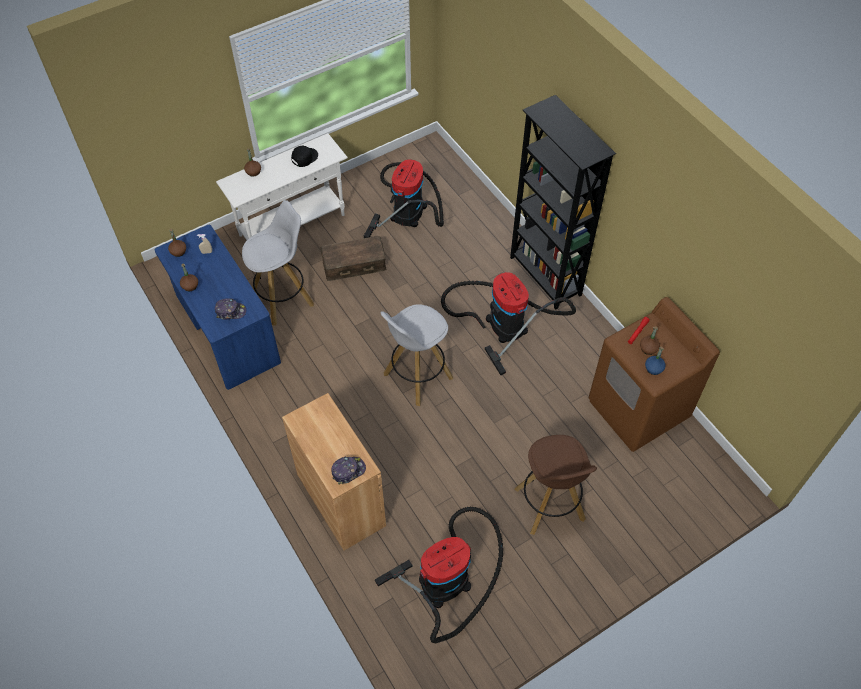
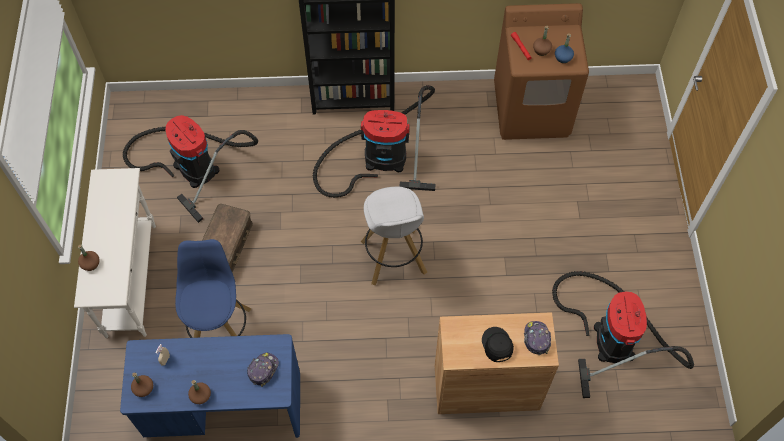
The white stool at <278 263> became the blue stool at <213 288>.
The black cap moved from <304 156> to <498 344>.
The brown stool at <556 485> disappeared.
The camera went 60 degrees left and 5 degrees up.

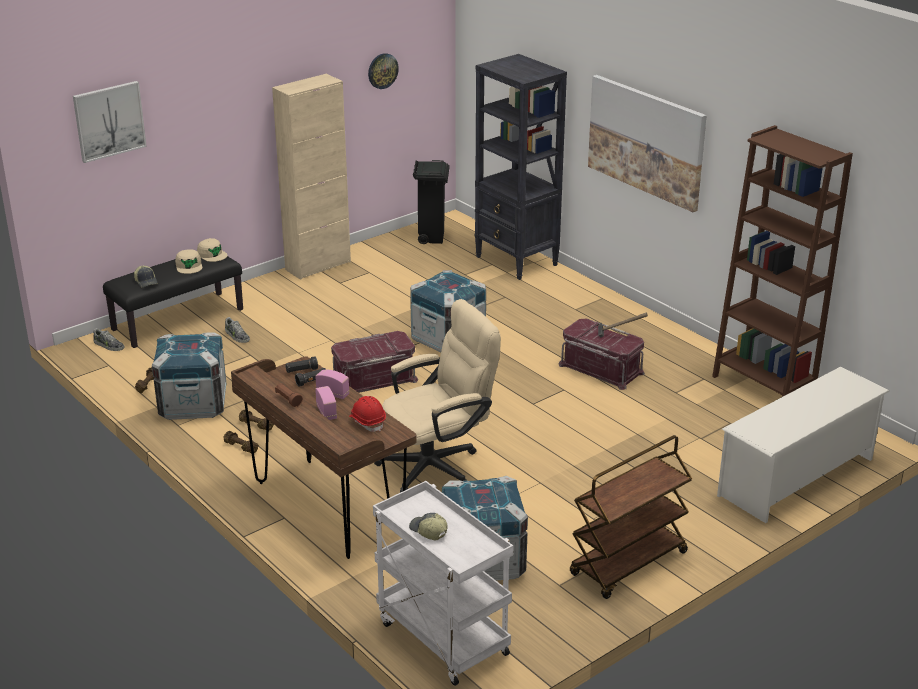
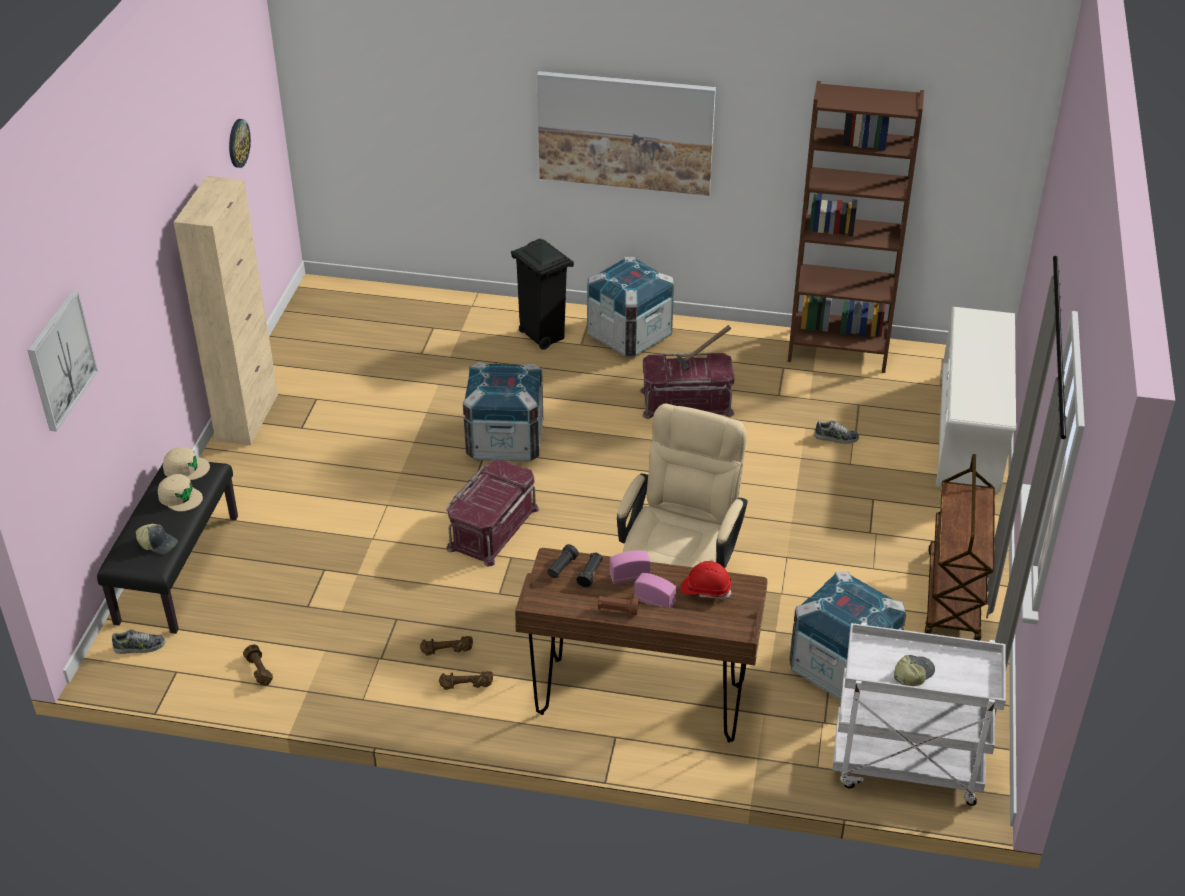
The crate moved from <189 376> to <630 307>.
The shoe moved from <237 330> to <836 432>.
The cap at <428 527> turned 135 degrees clockwise.
The black trash can moved from <431 202> to <542 294>.
The black bookcase at <521 167> disappeared.
The camera went 40 degrees left and 10 degrees up.

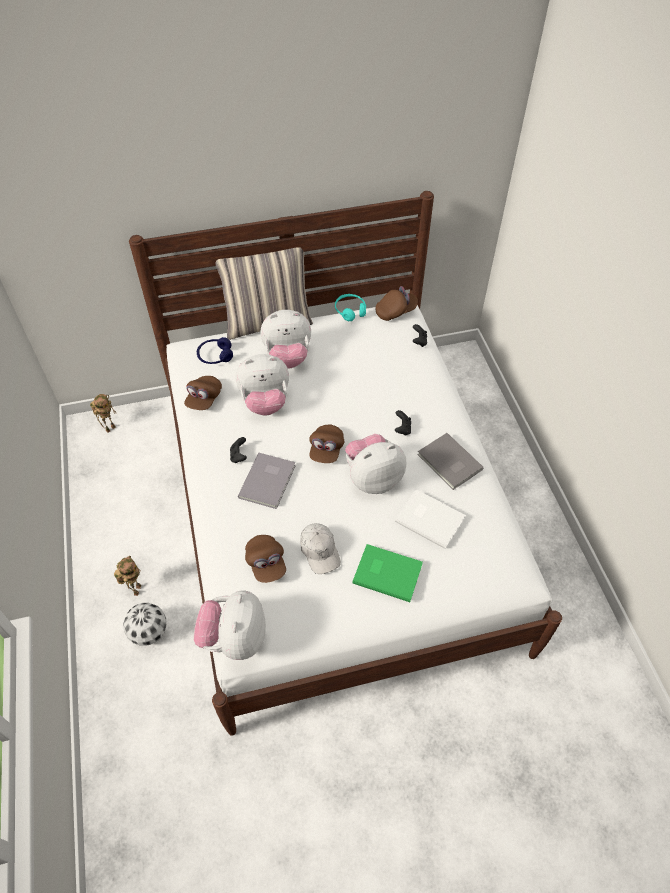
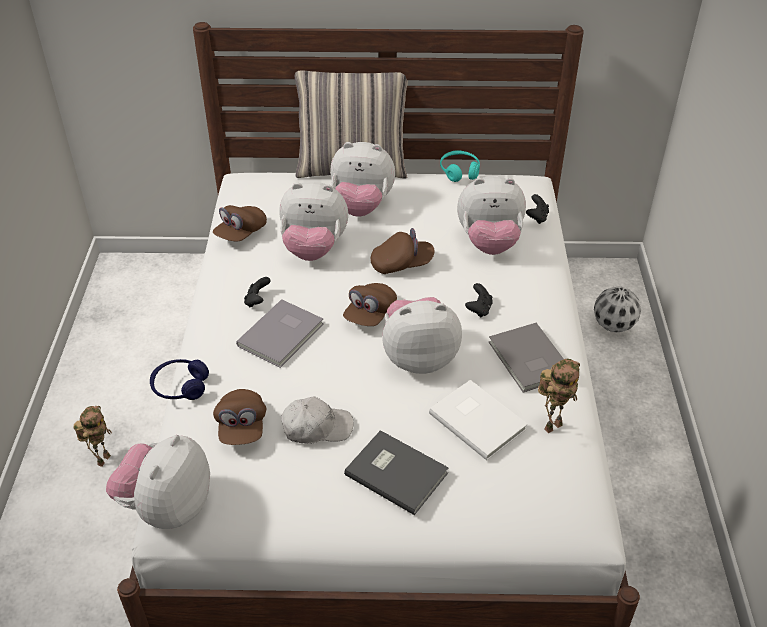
The toy robot moved from <103 413> to <559 396>.
The football moved from <145 624> to <617 309>.
The blue headphones moved from <215 350> to <179 379>.
The white cap at <320 548> turned 90 degrees counterclockwise.
The green book at <387 573> became the grey book at <396 472>.
The brown cap moved from <397 303> to <402 251>.
The plush toy at <491 215> appeared.
The camera went 15 degrees right and 10 degrees down.

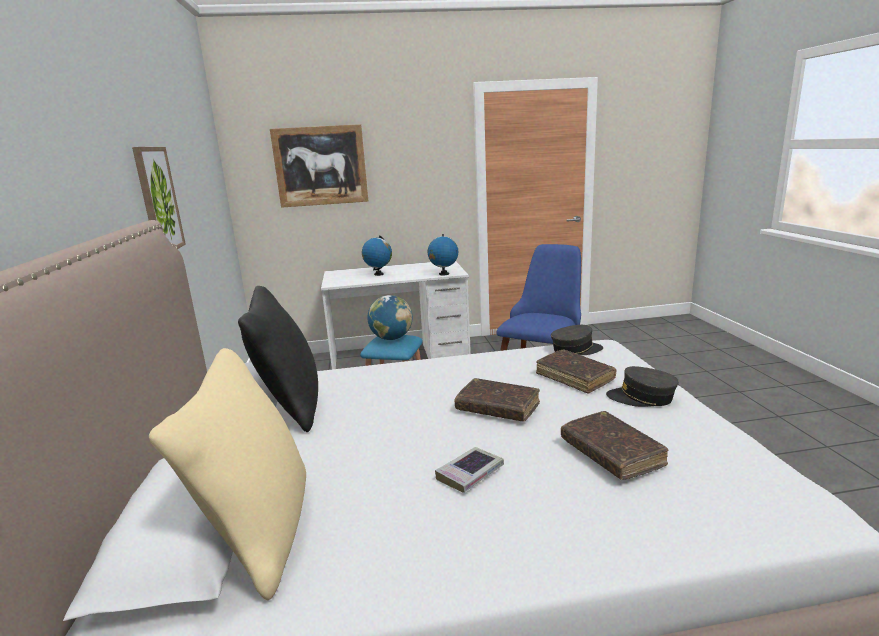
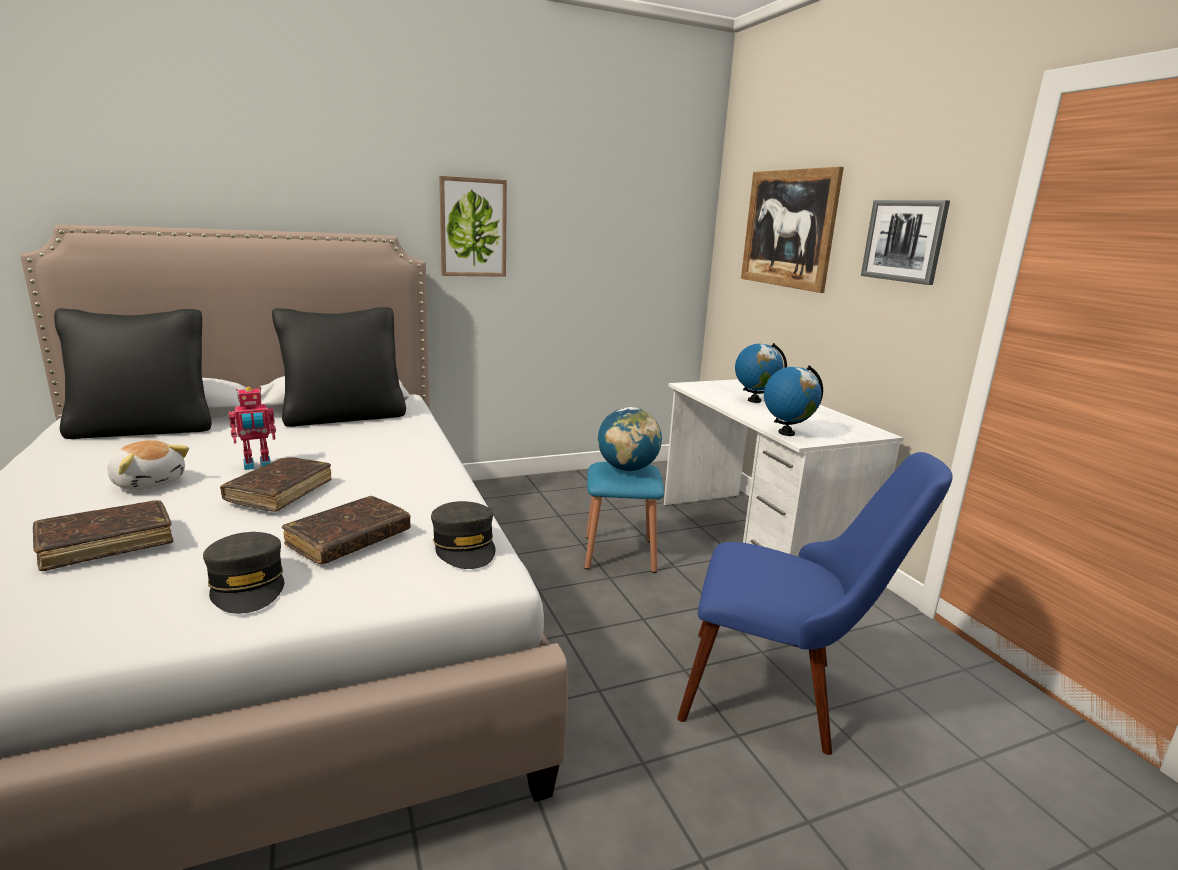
The beige pillow at <227 474> became the black pillow at <133 373>.
The book at <469 470> was replaced by the plush toy at <148 465>.
The grey cap at <642 386> turned 150 degrees clockwise.
The toy robot at <252 428> appeared.
The picture at <905 242> appeared.
The camera went 75 degrees right and 0 degrees up.

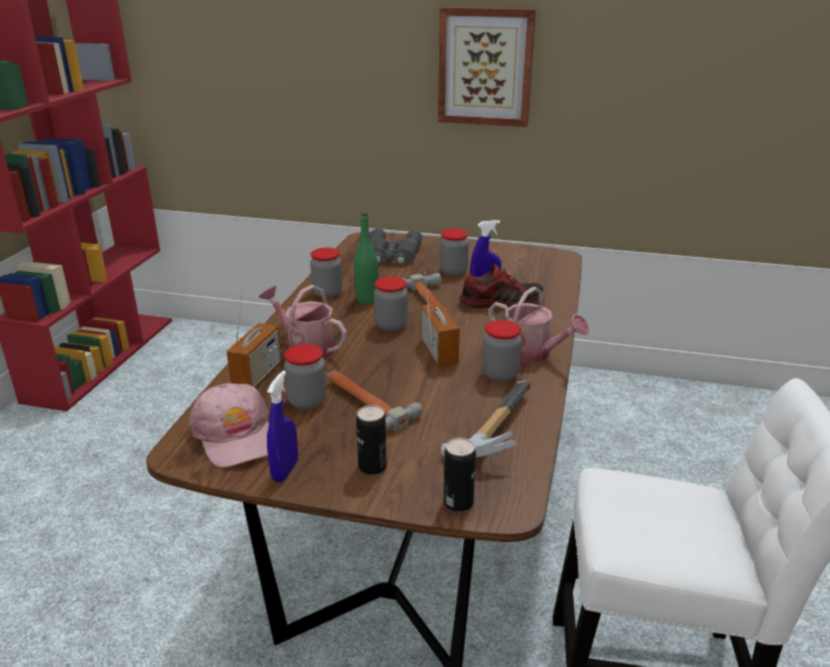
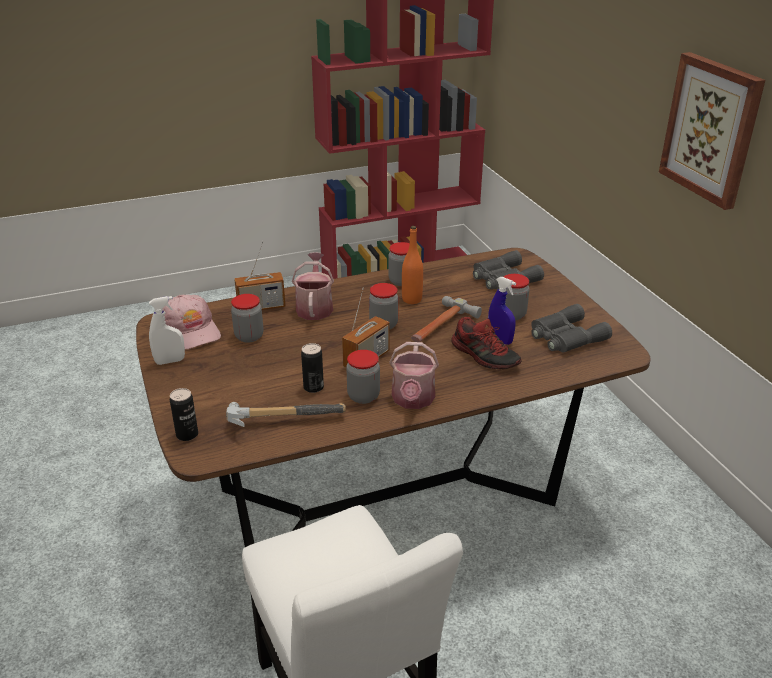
The pink cap at <229 425> turned 60 degrees counterclockwise.
The blue spray bottle at <282 426> became the white spray bottle at <167 330>.
The hammer at <374 400> disappeared.
The green bottle at <366 258> became the orange bottle at <412 265>.
The can moved from <371 440> to <312 368>.
The grey binoculars at <571 328> appeared.
The camera went 55 degrees right and 5 degrees up.

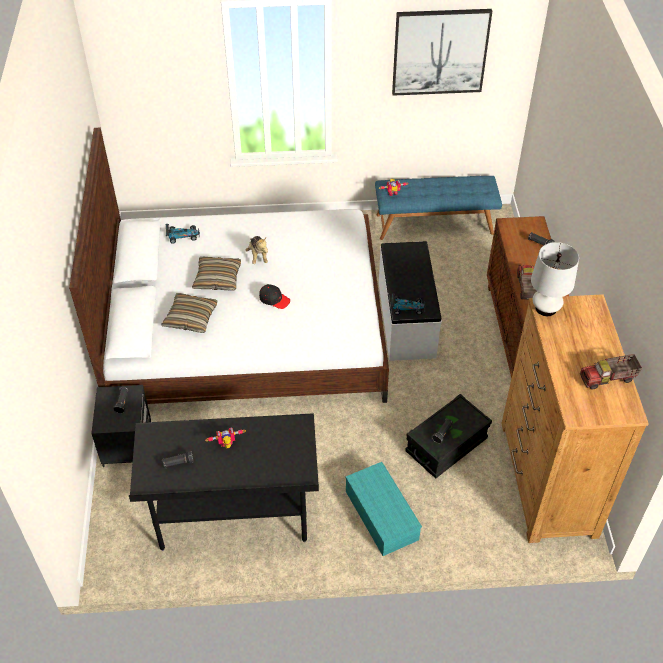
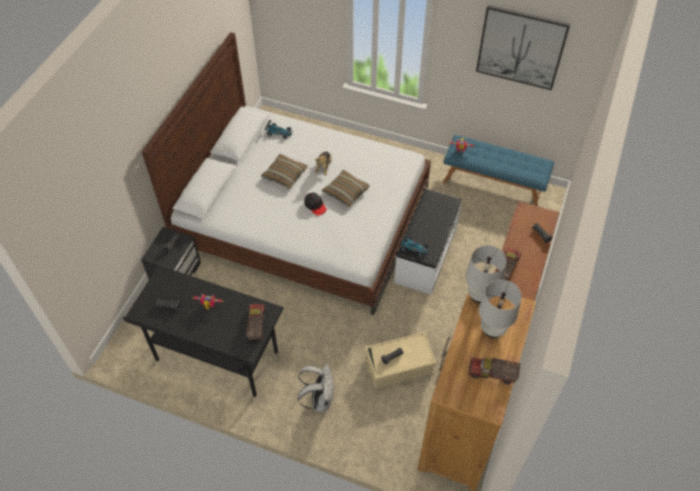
The pillow moved from <189 313> to <346 188>.
The turquoise storage box at <384 509> was replaced by the white backpack at <316 388>.
The black storage box at <448 436> became the beige storage box at <400 360>.
The toy truck at <255 321> appeared.
The white table lamp at <500 309> appeared.
The camera went 25 degrees right and 5 degrees up.

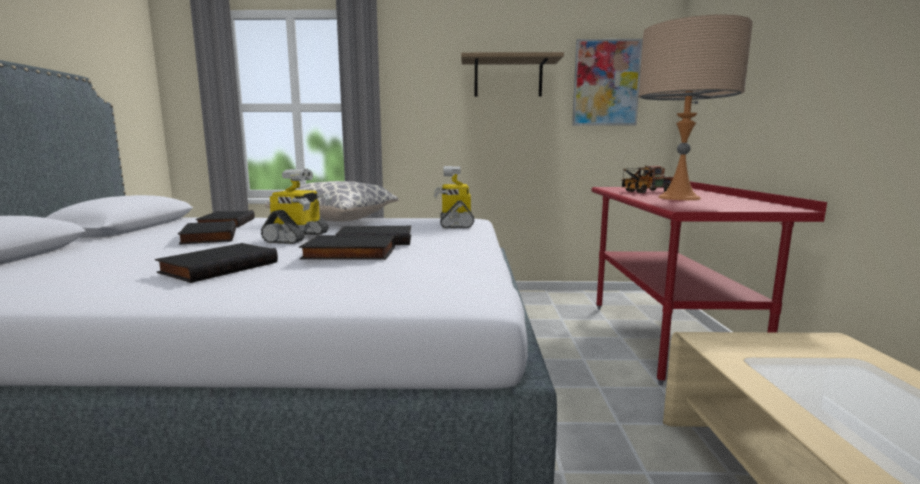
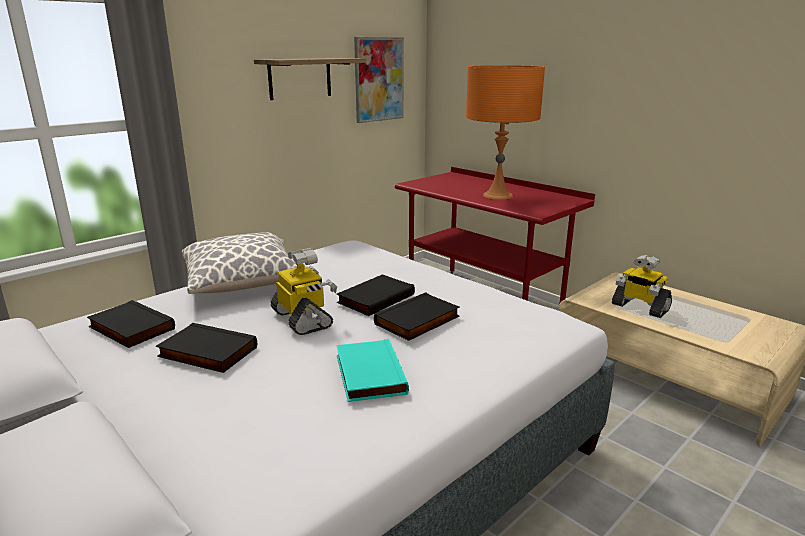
The black book at <216 263> became the turquoise book at <372 370>.
The toy robot moved from <453 197> to <642 286>.
The toy truck at <647 179> disappeared.
The beige table lamp at <695 107> became the orange table lamp at <505 132>.
The camera went 45 degrees left and 10 degrees up.

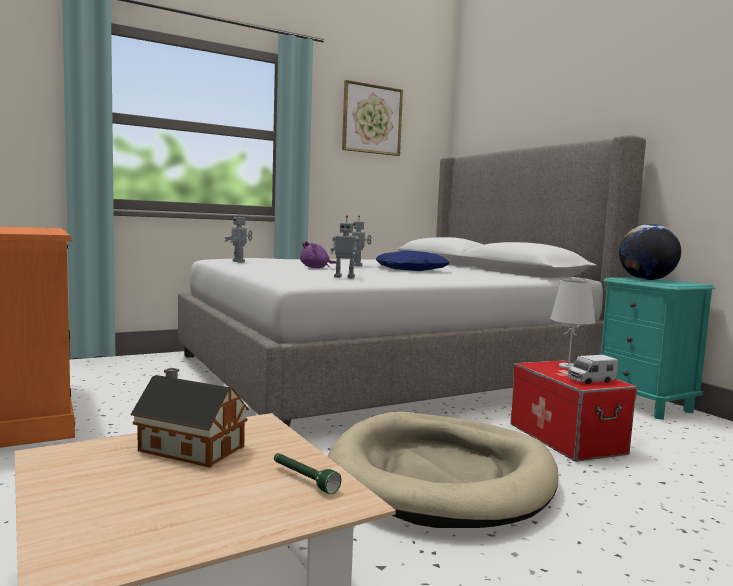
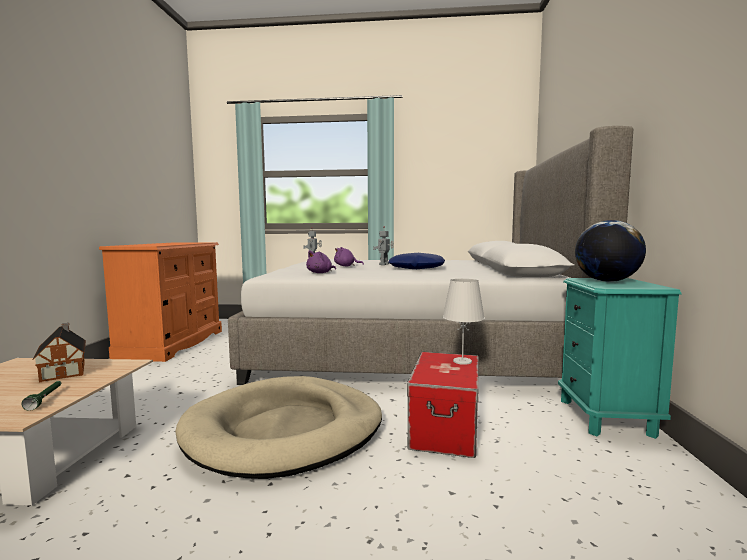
The toy robot at <345 247> was replaced by the purple plush toy at <321 261>.
The picture at <372 118> disappeared.
The toy truck at <593 370> disappeared.
The camera went 35 degrees right and 0 degrees up.

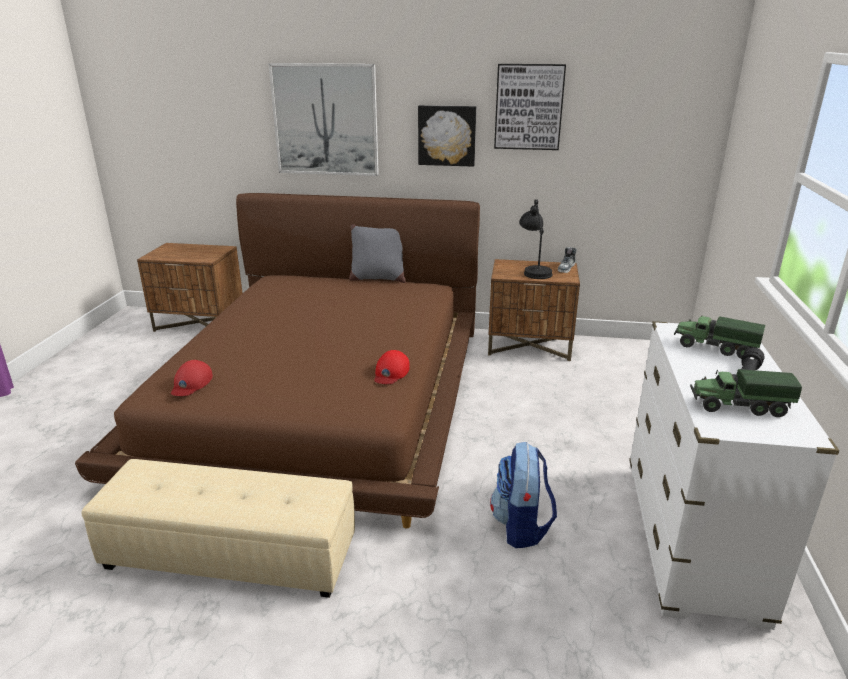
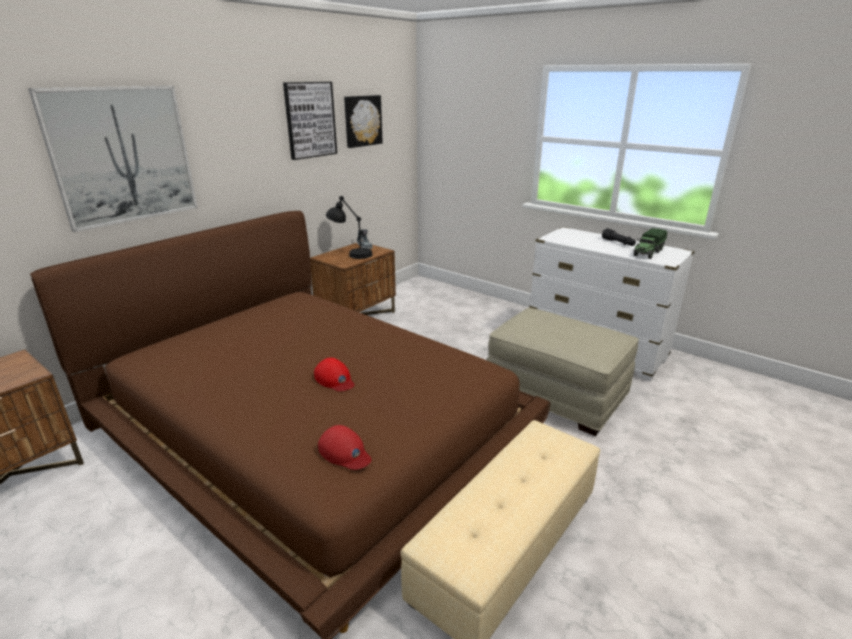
The grey pillow at <377 253> disappeared.
The red cap moved from <392 367> to <334 374>.
The picture moved from <447 136> to <363 121>.
The backpack at <523 495> was replaced by the beige ottoman at <563 372>.
The toy truck at <719 337> disappeared.
The camera went 60 degrees left and 0 degrees up.

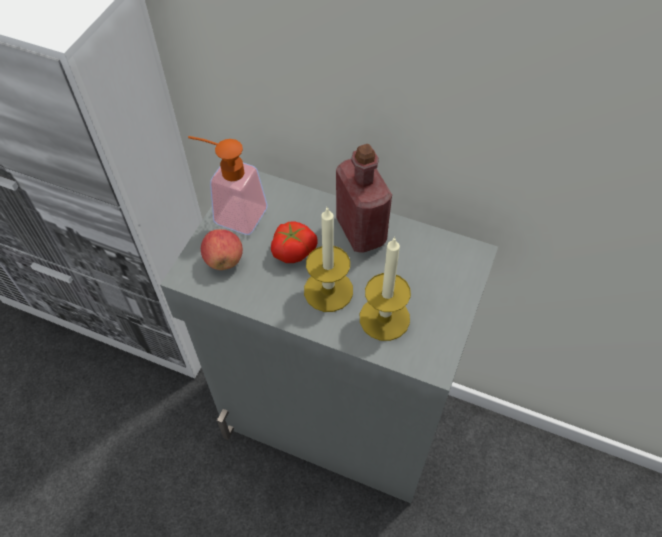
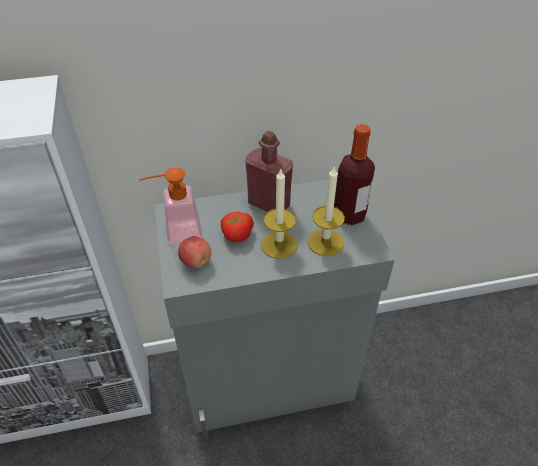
The bottle at <354 174> appeared.
The camera went 35 degrees left and 10 degrees down.

